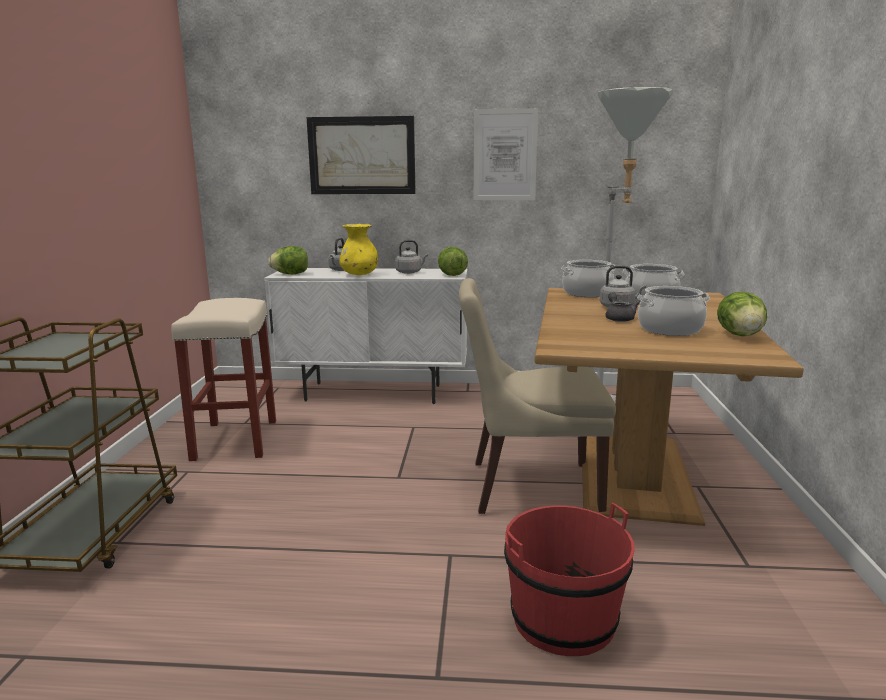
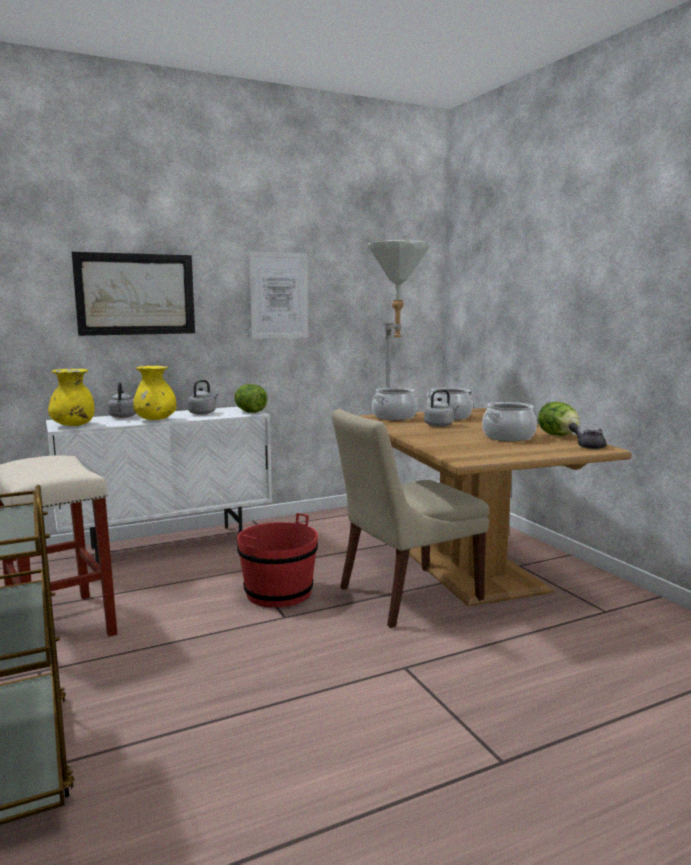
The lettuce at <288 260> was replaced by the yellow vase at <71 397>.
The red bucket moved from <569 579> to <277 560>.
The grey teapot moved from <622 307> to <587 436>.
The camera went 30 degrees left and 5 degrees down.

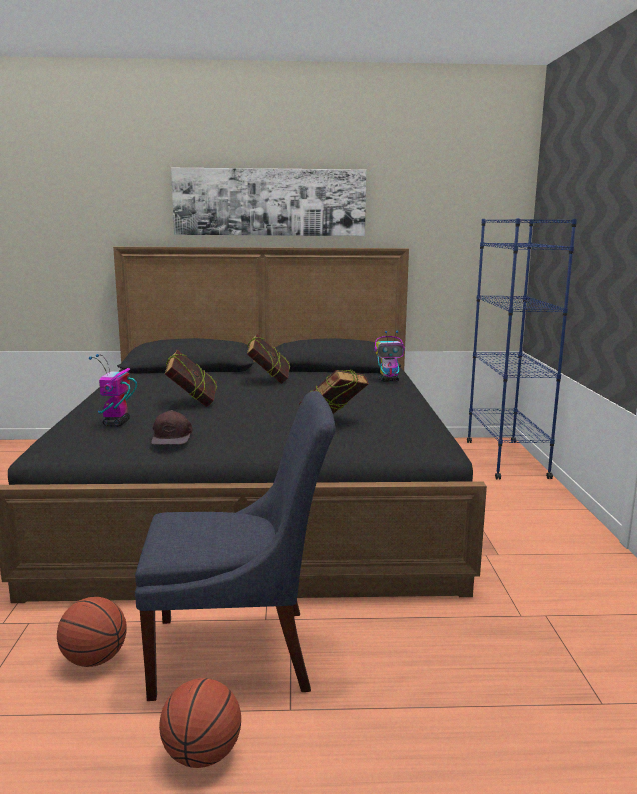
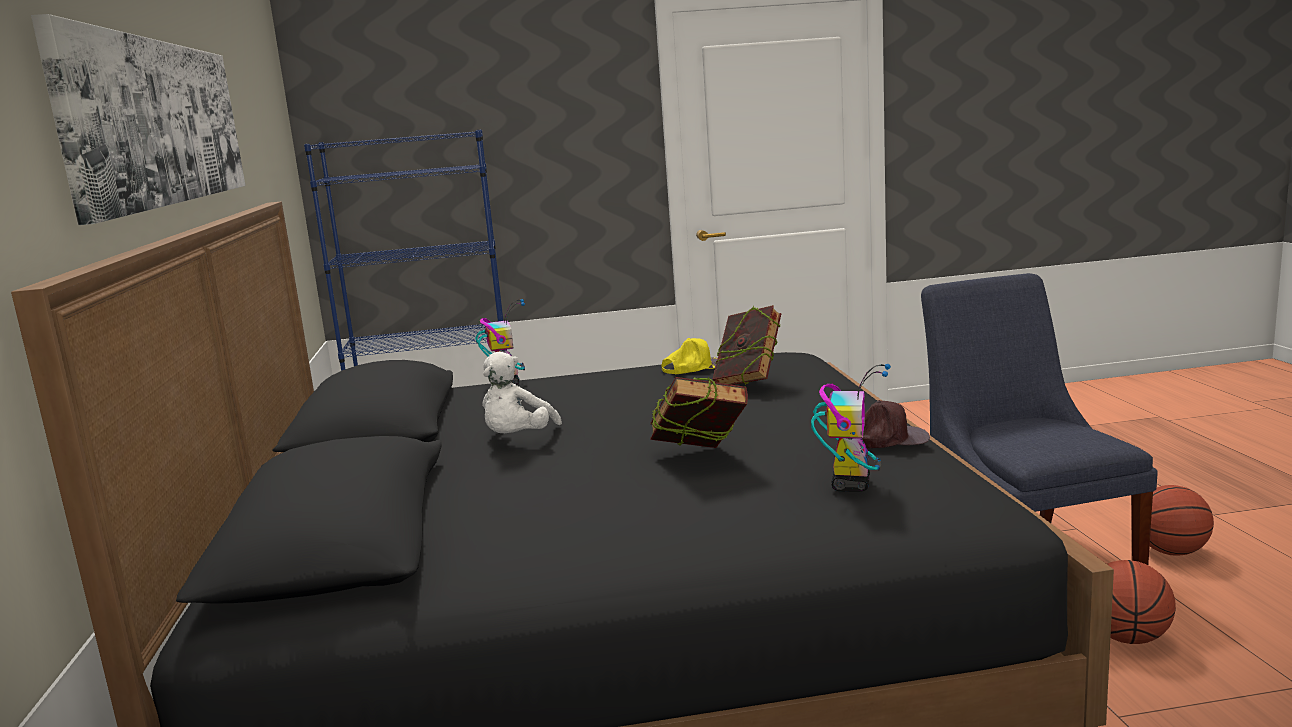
The toy robot at <113 390> turned 75 degrees counterclockwise.
The book at <268 358> was replaced by the white plush toy at <522 392>.
The yellow cap at <689 356> appeared.
The camera went 95 degrees left and 0 degrees up.

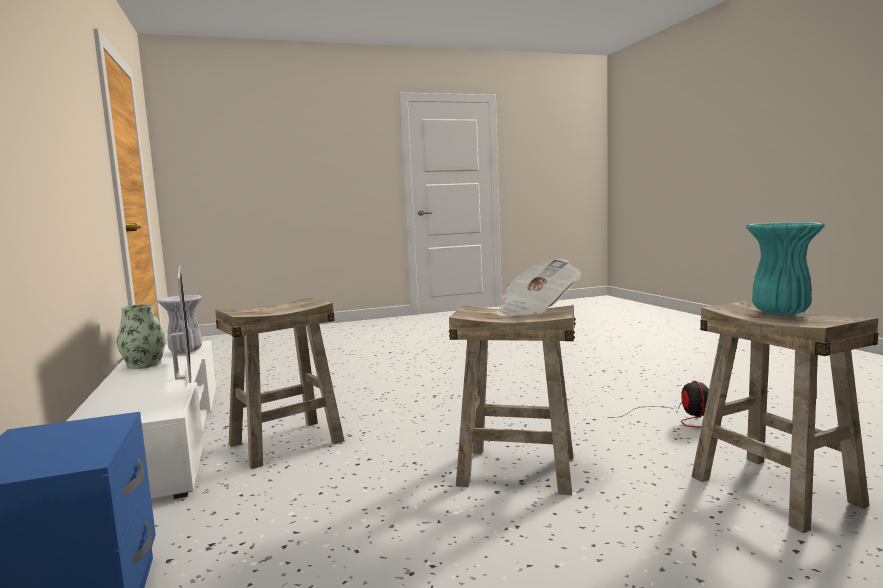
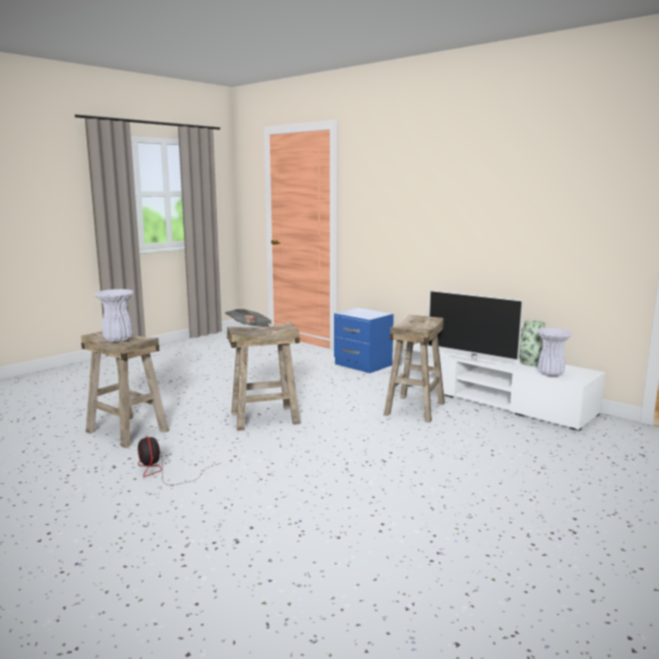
The turquoise vase at <785 268> became the white vase at <114 315>.
The camera went 150 degrees right and 5 degrees up.

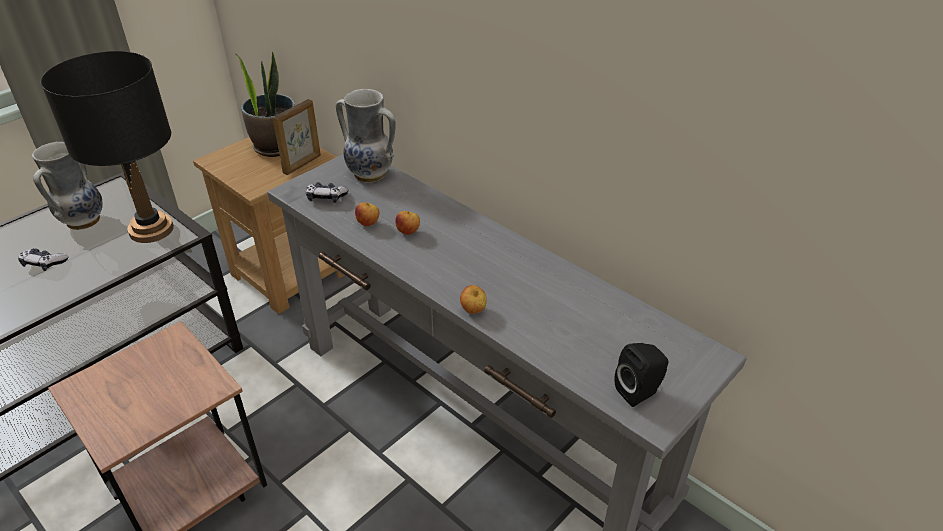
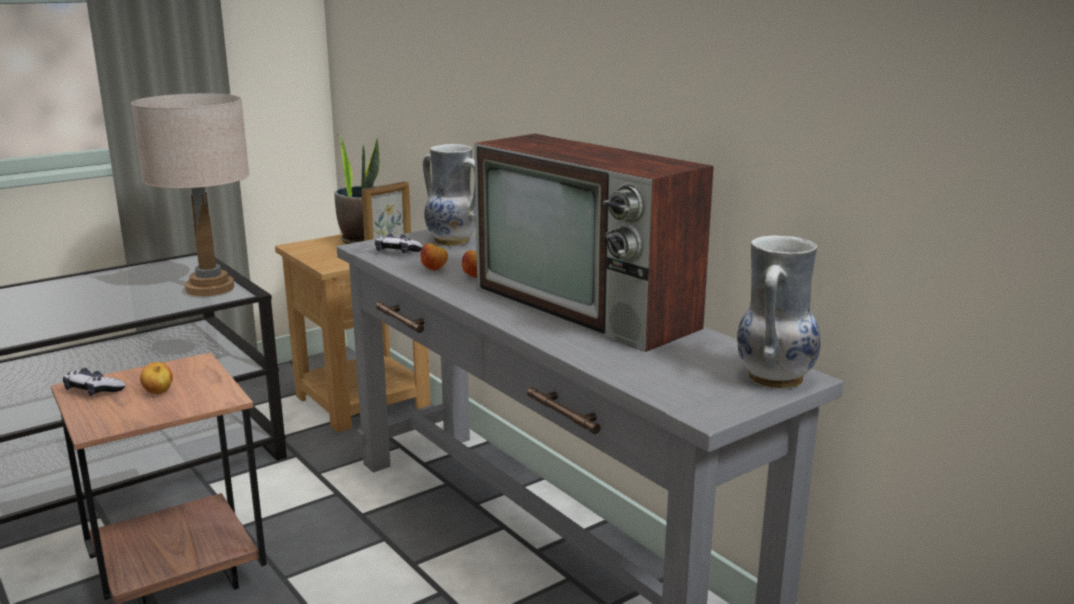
The game controller moved from <43 259> to <94 382>.
The vase moved from <67 186> to <779 312>.
The black table lamp at <107 147> became the beige table lamp at <190 195>.
The apple moved from <473 299> to <156 378>.
The black speaker at <641 375> disappeared.
The television at <594 243> appeared.
The camera went 10 degrees right and 20 degrees down.

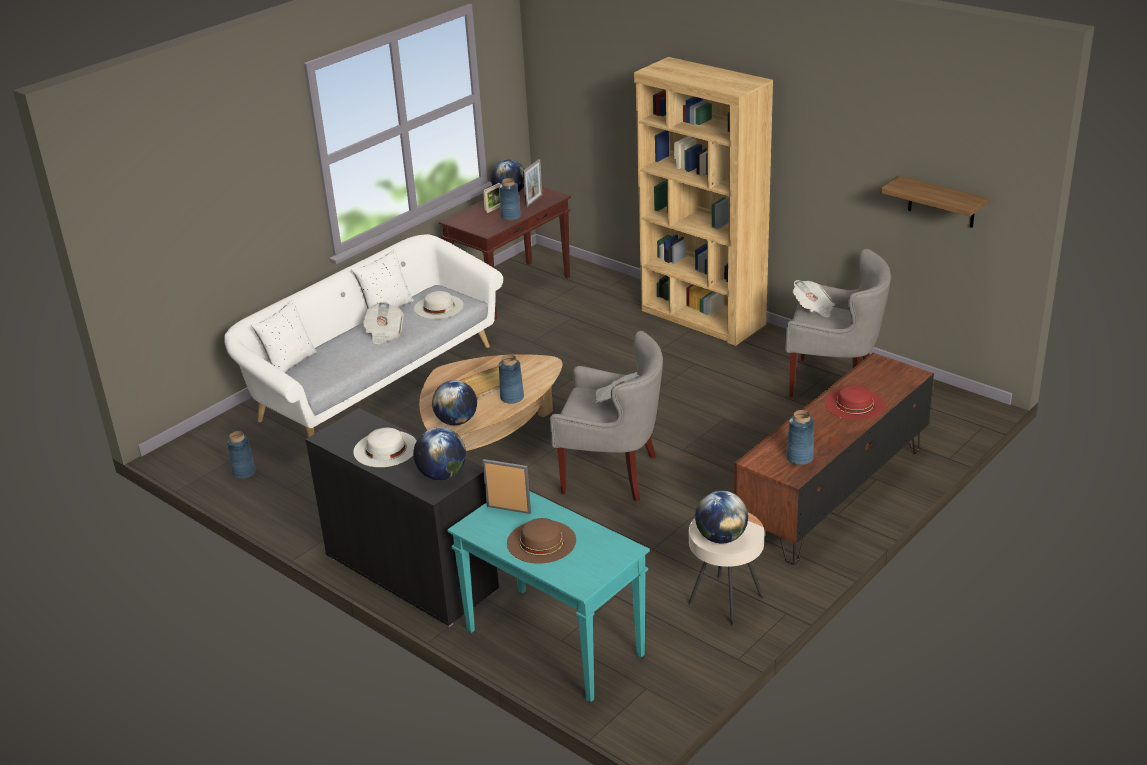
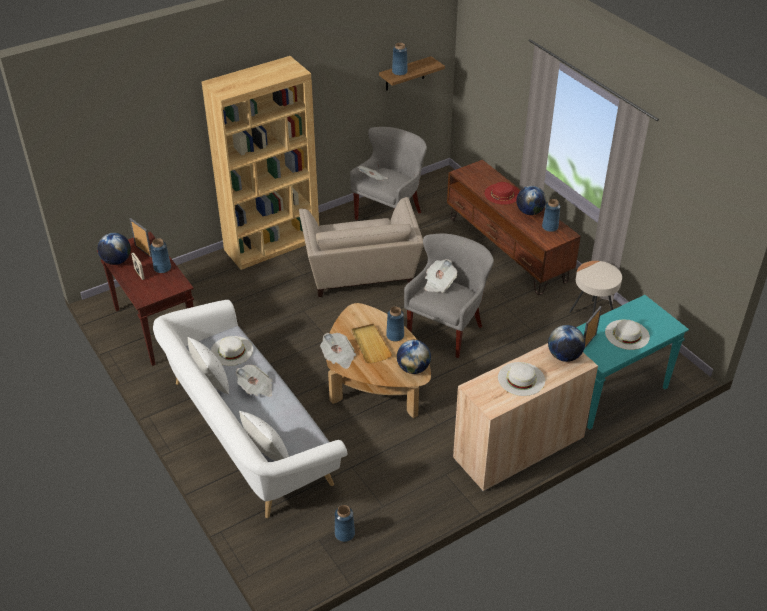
The black cabinet at <402 517> became the beige cabinet at <525 417>.
The brown hat at <541 541> became the white hat at <627 335>.
The globe moved from <721 517> to <531 200>.
The beige armchair at <361 247> appeared.
The newspaper at <338 351> appeared.
The blue vase at <400 59> appeared.
The camera went 75 degrees left and 10 degrees up.

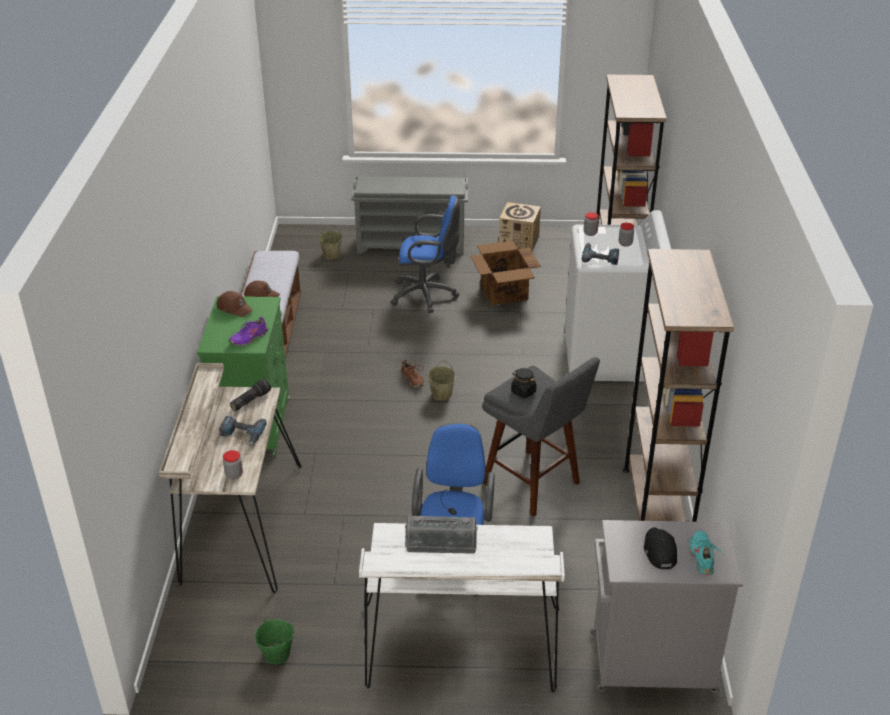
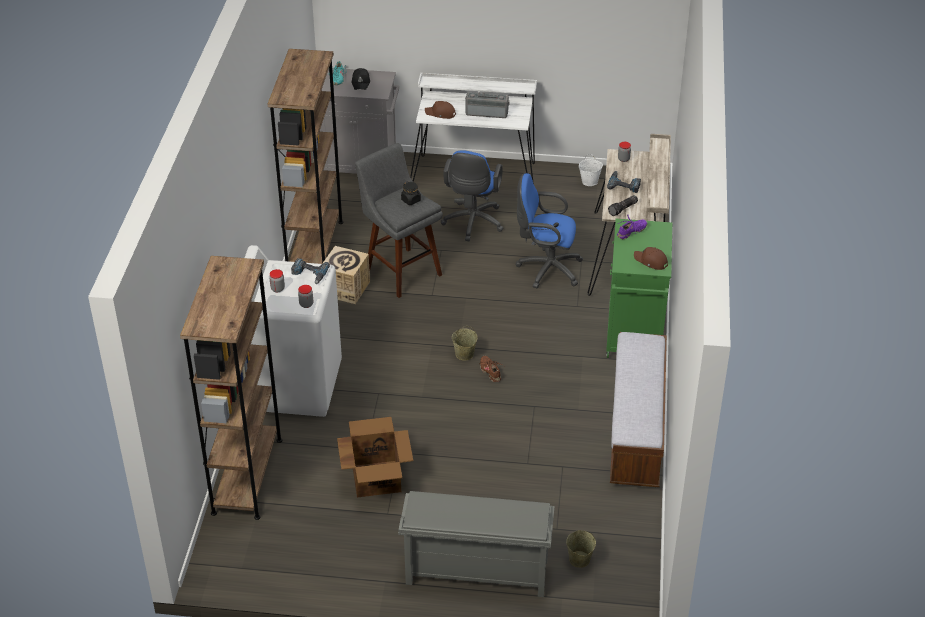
The brown cap moved from <262 288> to <440 110>.
The green bucket at <274 641> became the white bucket at <591 170>.
The blue office chair moved from <425 254> to <549 230>.
The cardboard box moved from <520 226> to <346 275>.
The camera went 175 degrees left and 5 degrees up.

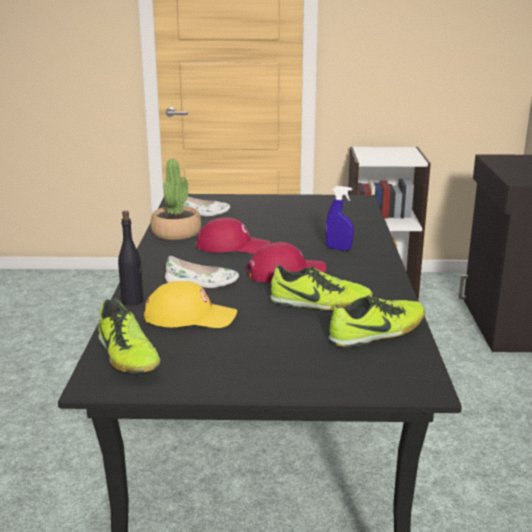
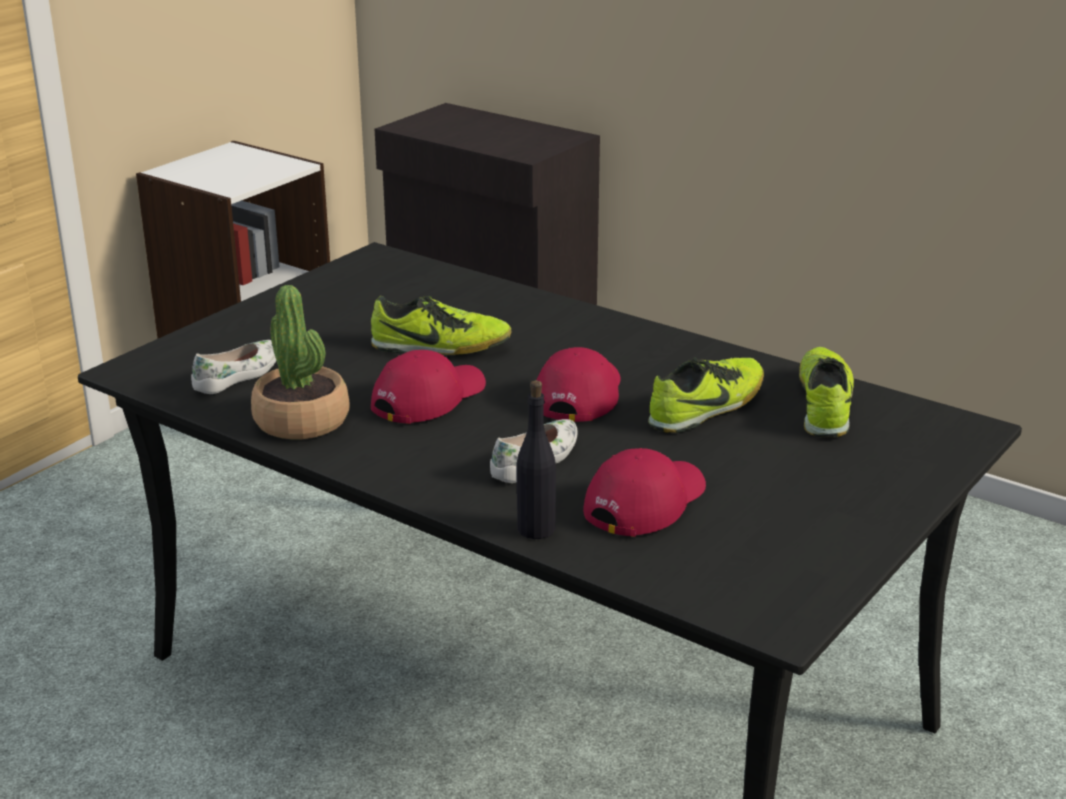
The shoe moved from <129 335> to <441 325>.
The yellow cap at <190 304> became the red cap at <644 492>.
The blue spray bottle at <340 218> disappeared.
The camera went 55 degrees left and 5 degrees up.

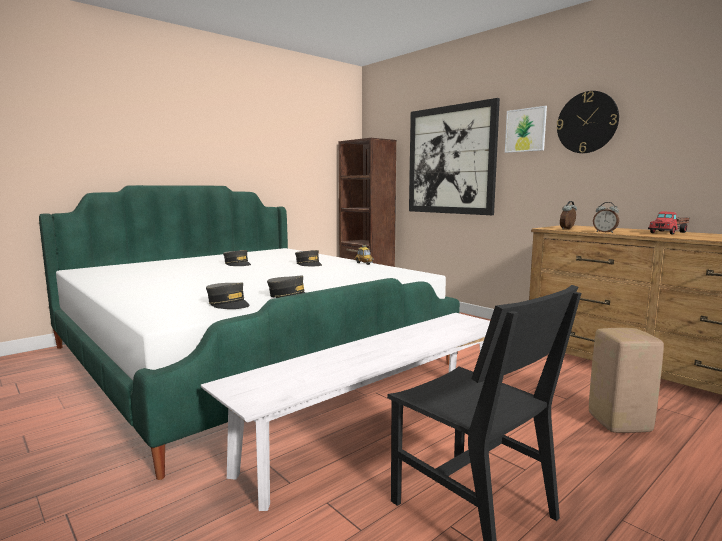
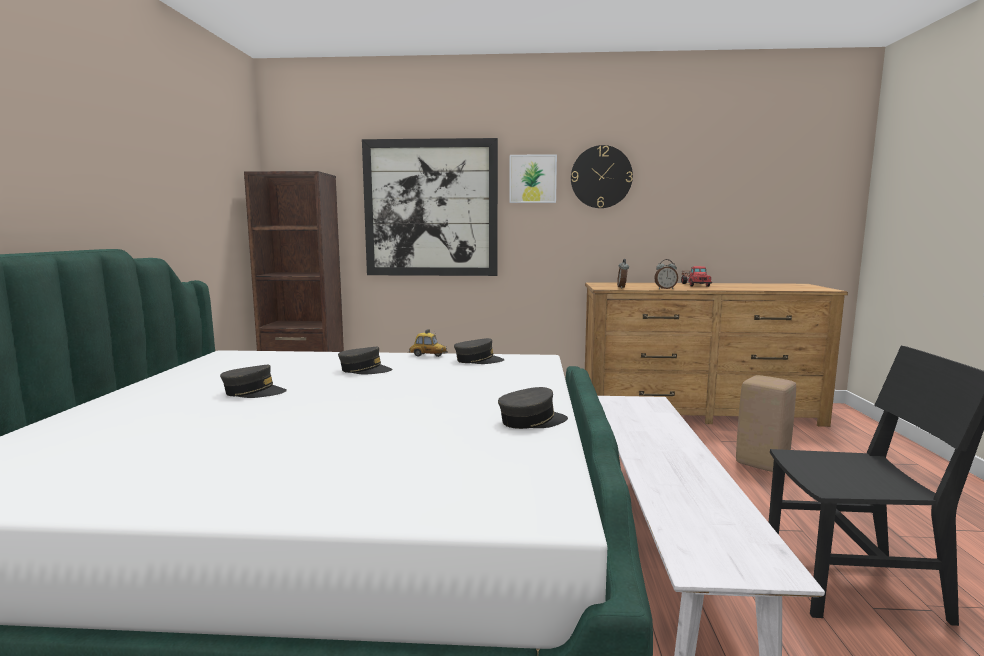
The grey cap moved from <228 296> to <479 351>.
The camera went 45 degrees left and 0 degrees up.

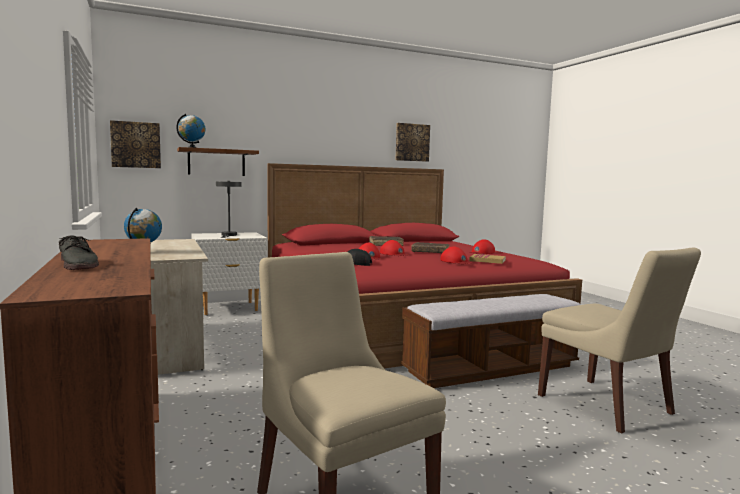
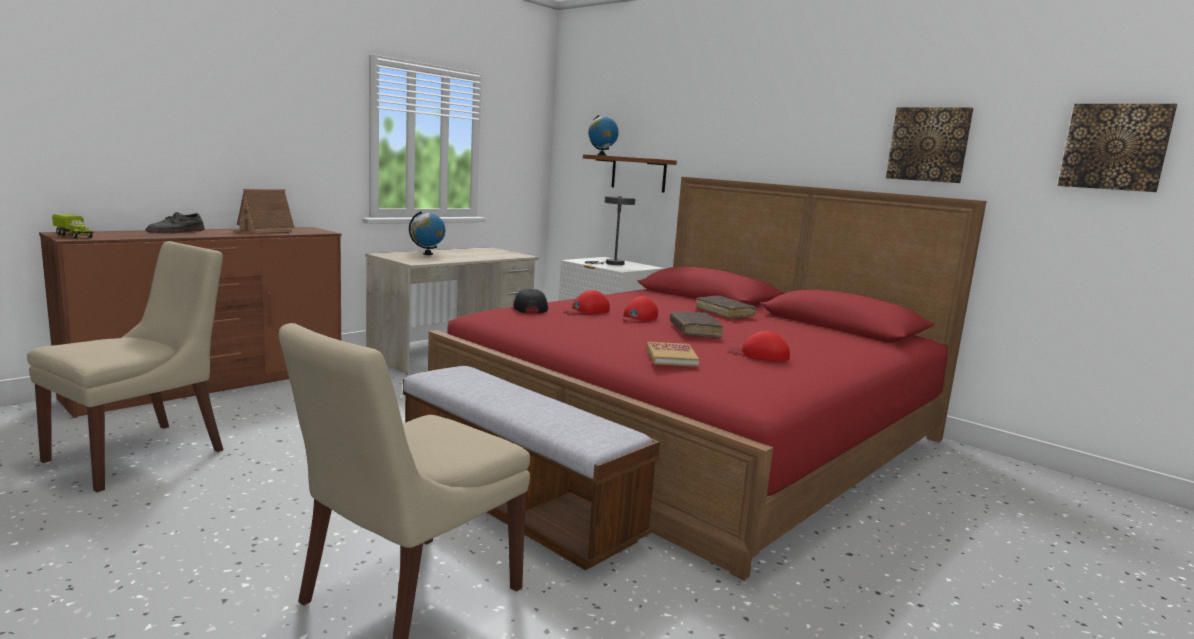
The picture moved from <135 144> to <1117 148>.
The red cap at <455 255> disappeared.
The toy truck at <73 226> appeared.
The toy house at <262 211> appeared.
The camera went 65 degrees right and 5 degrees up.

